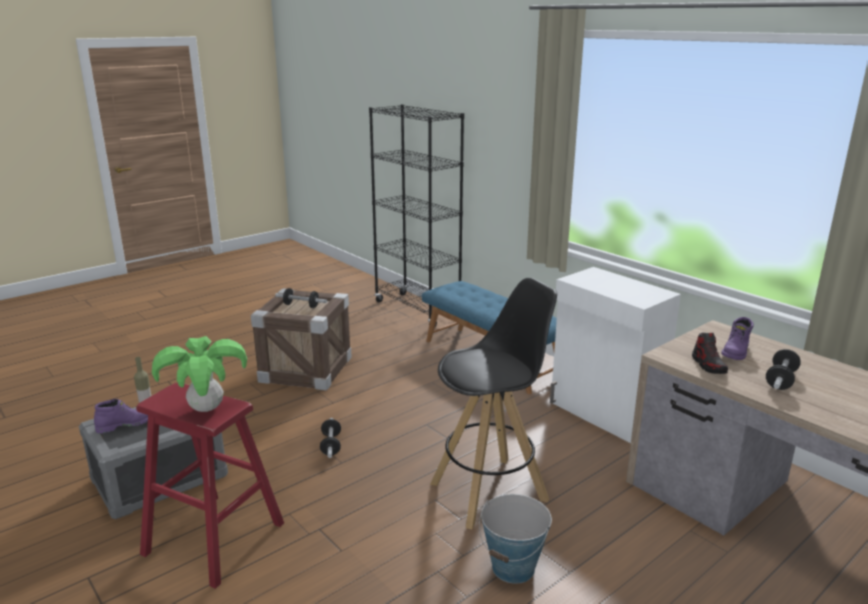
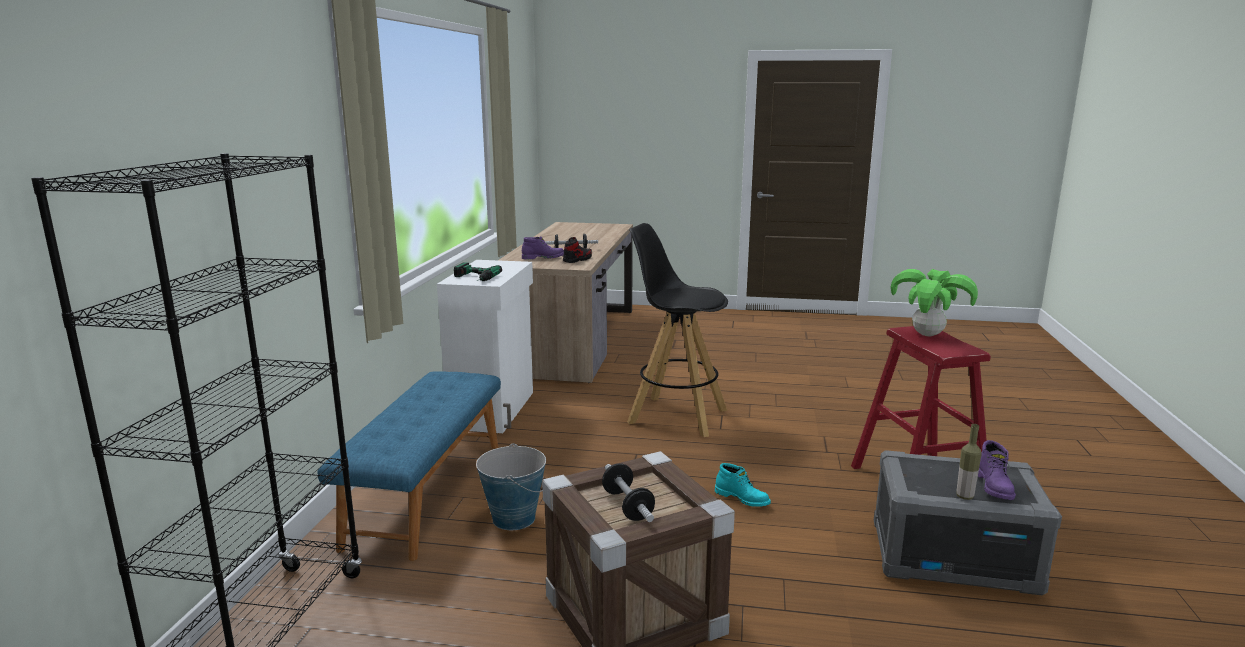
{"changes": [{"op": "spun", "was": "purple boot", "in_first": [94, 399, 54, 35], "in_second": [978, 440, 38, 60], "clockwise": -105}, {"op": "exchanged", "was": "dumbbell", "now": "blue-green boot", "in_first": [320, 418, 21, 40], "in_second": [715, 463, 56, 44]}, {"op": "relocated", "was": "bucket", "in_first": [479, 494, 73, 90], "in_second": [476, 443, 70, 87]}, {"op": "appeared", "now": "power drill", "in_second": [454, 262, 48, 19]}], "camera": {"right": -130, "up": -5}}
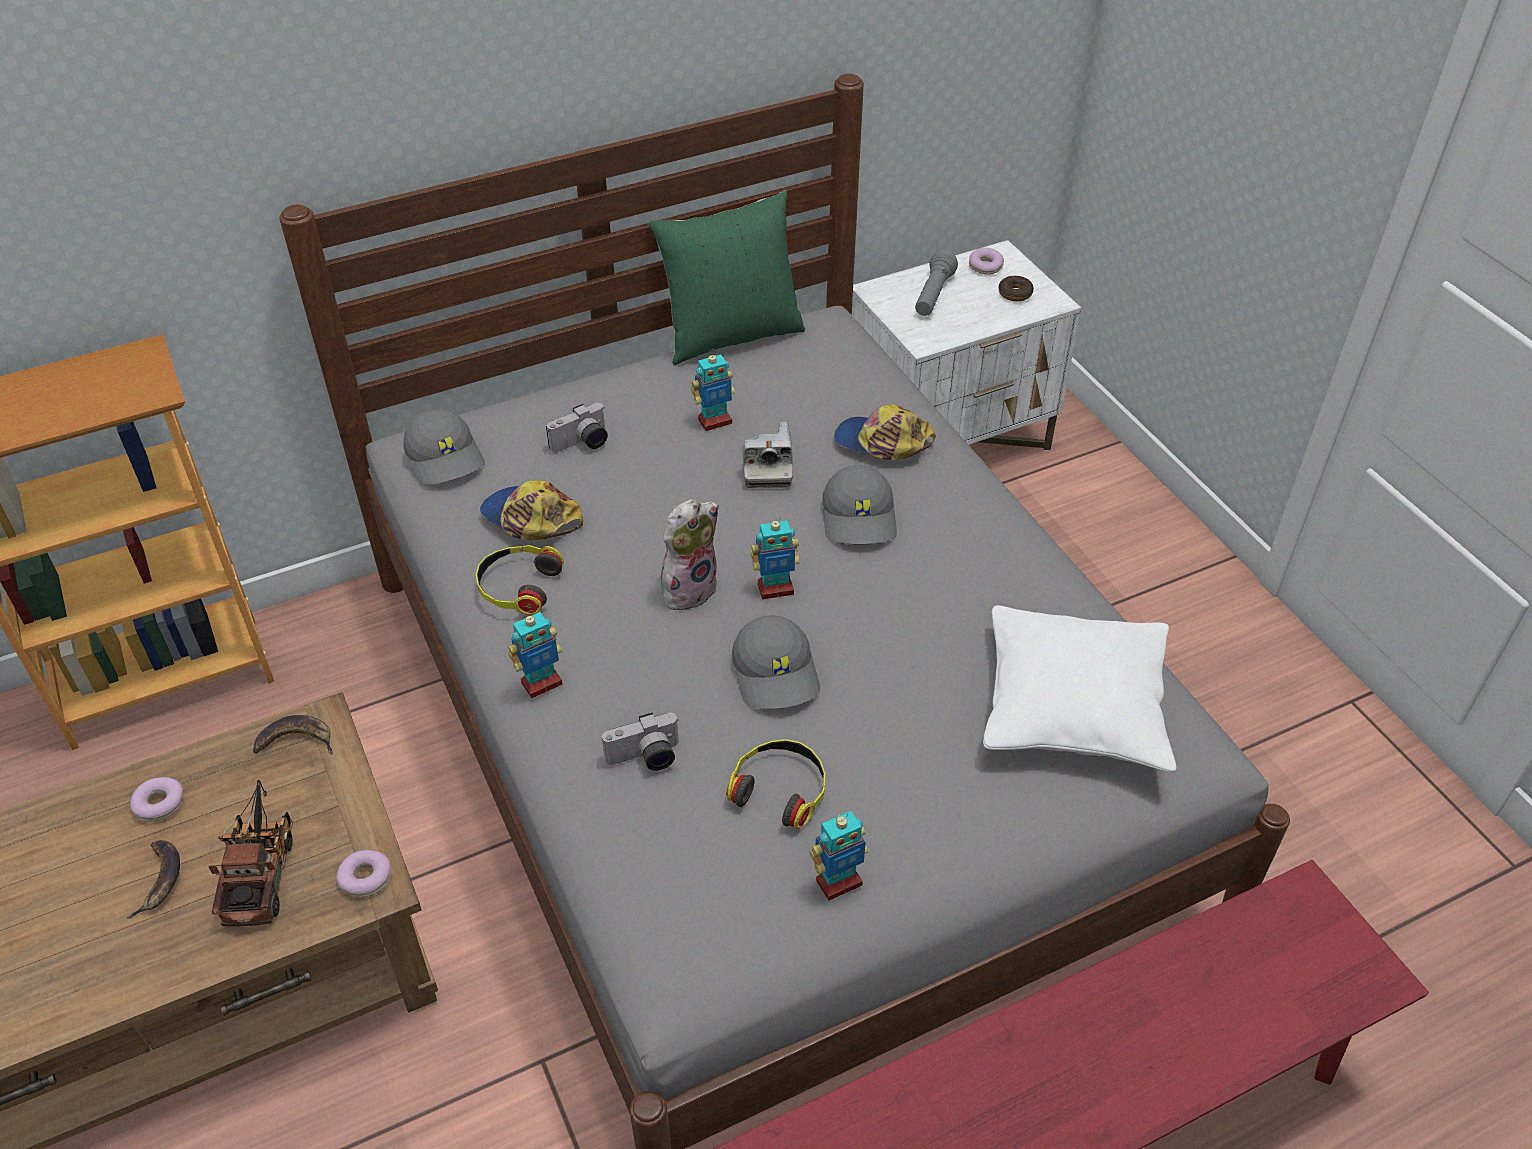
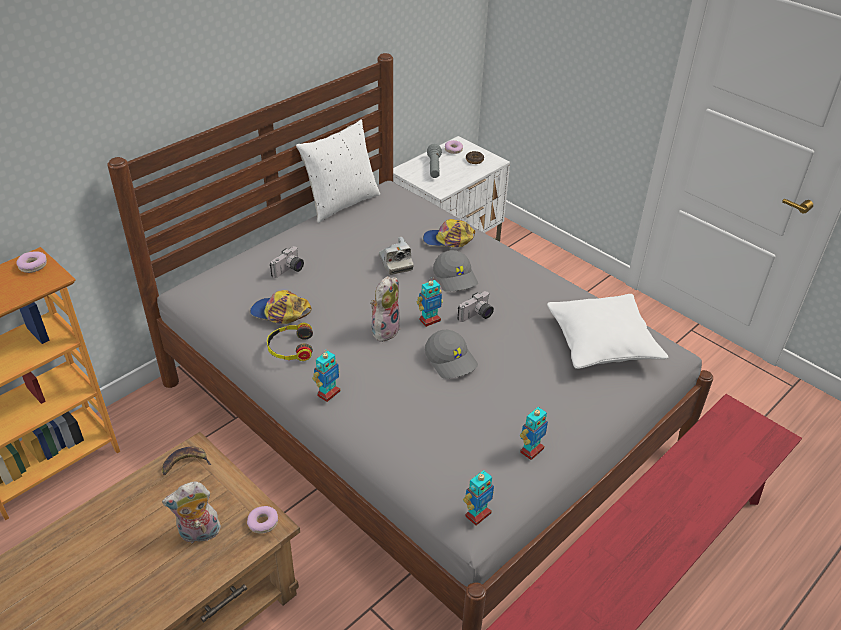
{"changes": [{"op": "colour", "was": "green-coloured throw pillow", "now": "white-coloured throw pillow", "in_first": [648, 190, 157, 175], "in_second": [296, 119, 84, 104]}, {"op": "relocated", "was": "toy robot", "in_first": [691, 349, 44, 82], "in_second": [463, 470, 31, 55]}, {"op": "missing", "was": "grey baseball cap", "in_first": [403, 409, 82, 76]}, {"op": "relocated", "was": "photo camera", "in_first": [602, 712, 77, 59], "in_second": [458, 291, 36, 31]}, {"op": "missing", "was": "pair of headphones", "in_first": [726, 739, 99, 90]}, {"op": "relocated", "was": "doughnut", "in_first": [130, 777, 54, 45], "in_second": [16, 251, 31, 22]}, {"op": "exchanged", "was": "toy truck", "now": "soft toy", "in_first": [208, 780, 85, 147], "in_second": [162, 481, 59, 63]}, {"op": "missing", "was": "banana fruit", "in_first": [127, 840, 53, 78]}], "camera": {"right": -20, "up": -5}}
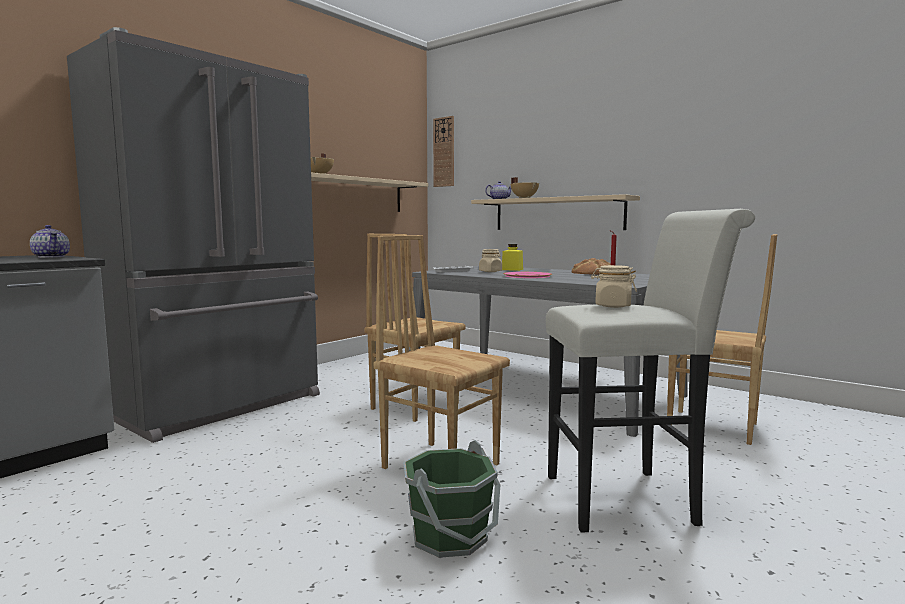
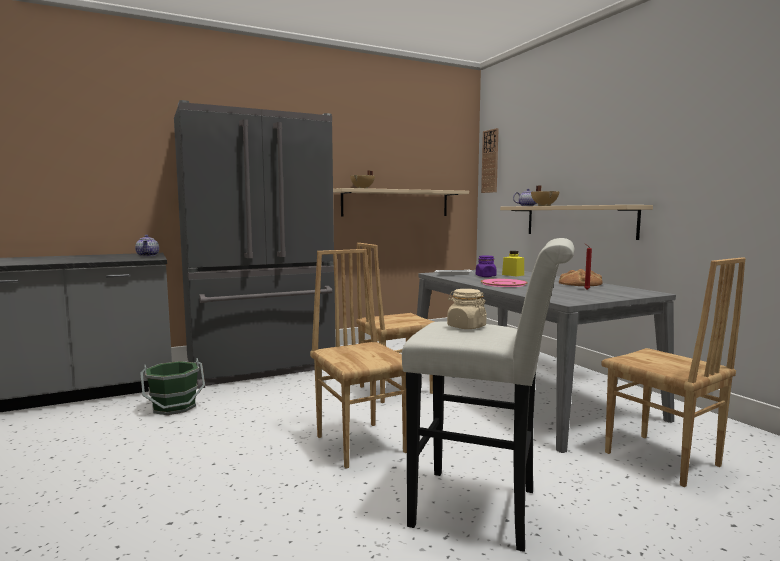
{"changes": [{"op": "colour", "was": "beige-coloured preserve jar", "now": "purple preserve jar", "in_first": [479, 249, 23, 23], "in_second": [476, 256, 21, 21]}, {"op": "relocated", "was": "green-coloured bucket", "in_first": [403, 440, 97, 118], "in_second": [140, 358, 65, 57]}], "camera": {"right": 25, "up": 0}}
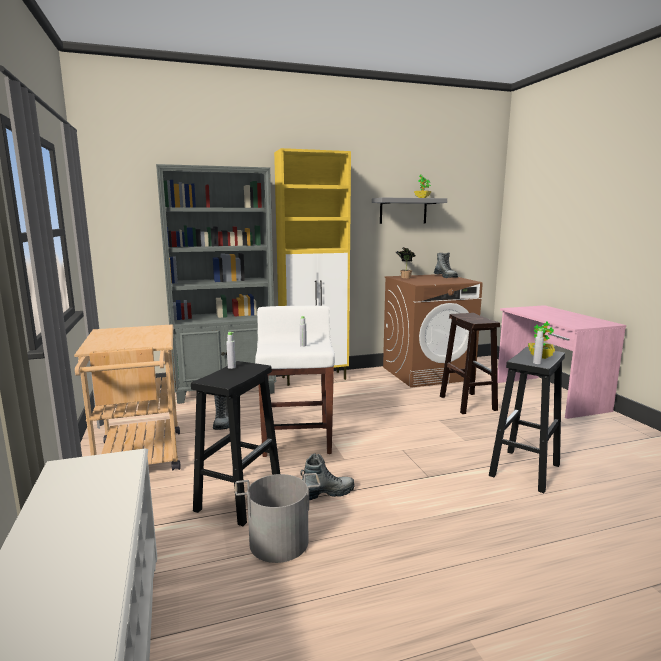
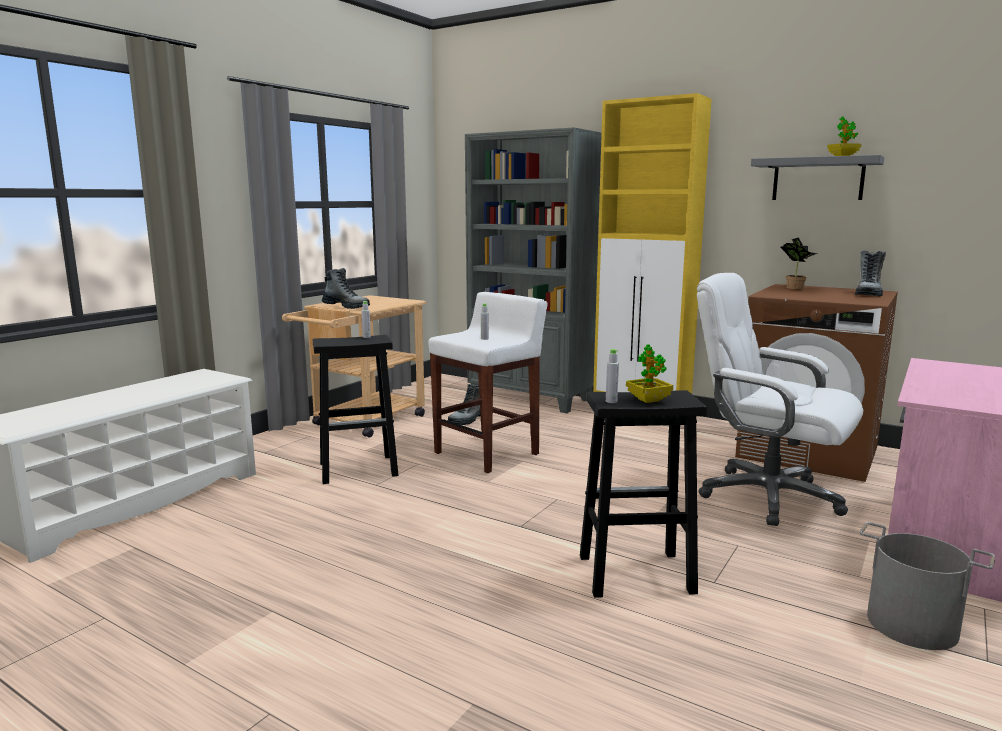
{"changes": [{"op": "exchanged", "was": "brownish stool seat", "now": "white-coloured desk chair", "in_first": [440, 313, 60, 101], "in_second": [697, 273, 166, 253]}, {"op": "relocated", "was": "boot", "in_first": [301, 454, 54, 46], "in_second": [322, 268, 48, 41]}, {"op": "relocated", "was": "grey bucket", "in_first": [235, 473, 86, 90], "in_second": [860, 522, 135, 128]}], "camera": {"right": 50, "up": 0}}
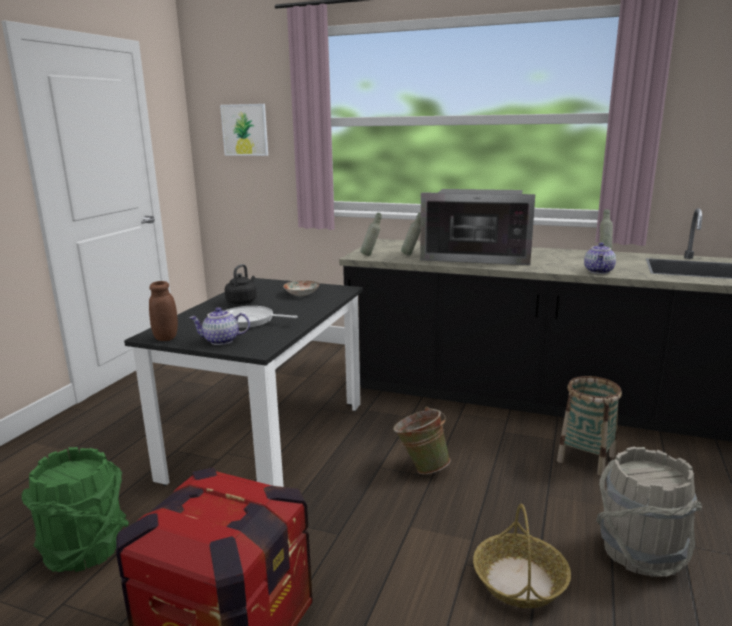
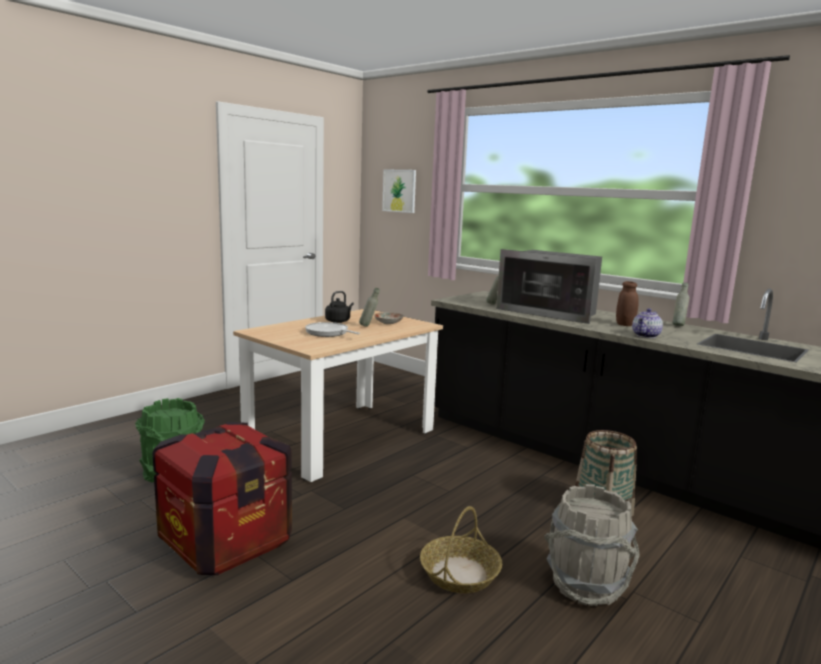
{"changes": [{"op": "relocated", "was": "grey beverage bottle", "in_first": [360, 213, 22, 43], "in_second": [359, 288, 21, 39]}, {"op": "colour", "was": "black-coloured dinner table", "now": "beige-coloured dinner table", "in_first": [124, 278, 239, 209], "in_second": [233, 309, 210, 173]}, {"op": "relocated", "was": "brownish preserve jar", "in_first": [149, 281, 29, 60], "in_second": [616, 281, 23, 45]}, {"op": "missing", "was": "pot for tea", "in_first": [189, 307, 61, 38]}, {"op": "missing", "was": "green-coloured bucket", "in_first": [393, 407, 57, 67]}], "camera": {"right": 20, "up": -5}}
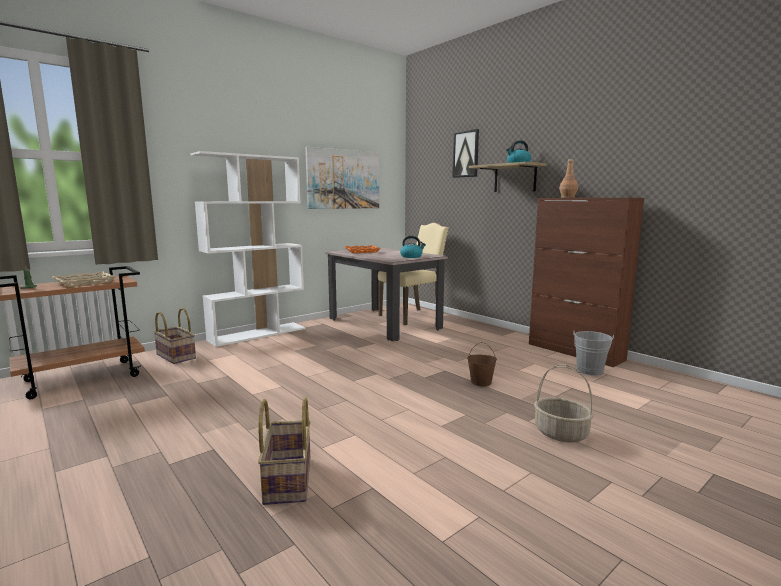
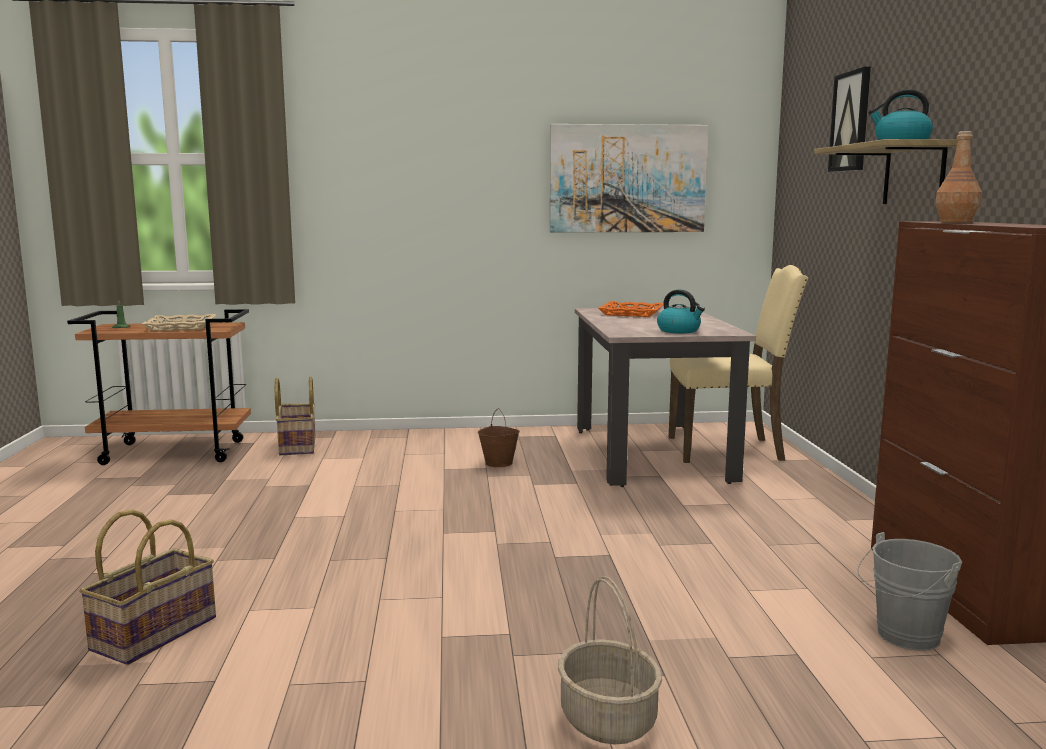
{"changes": [{"op": "missing", "was": "white-coloured bookshelf", "in_first": [191, 151, 114, 196]}, {"op": "relocated", "was": "brownish bucket", "in_first": [467, 342, 30, 44], "in_second": [478, 408, 42, 59]}], "camera": {"right": 35, "up": 0}}
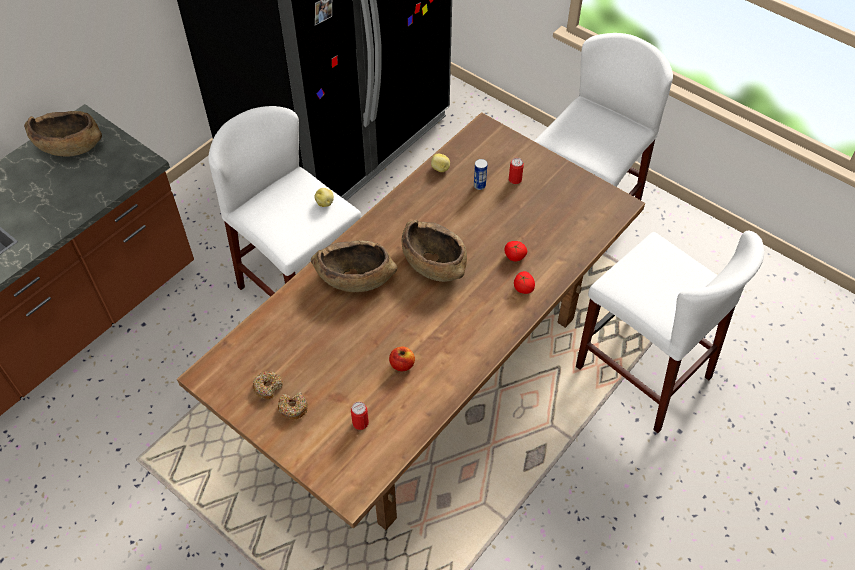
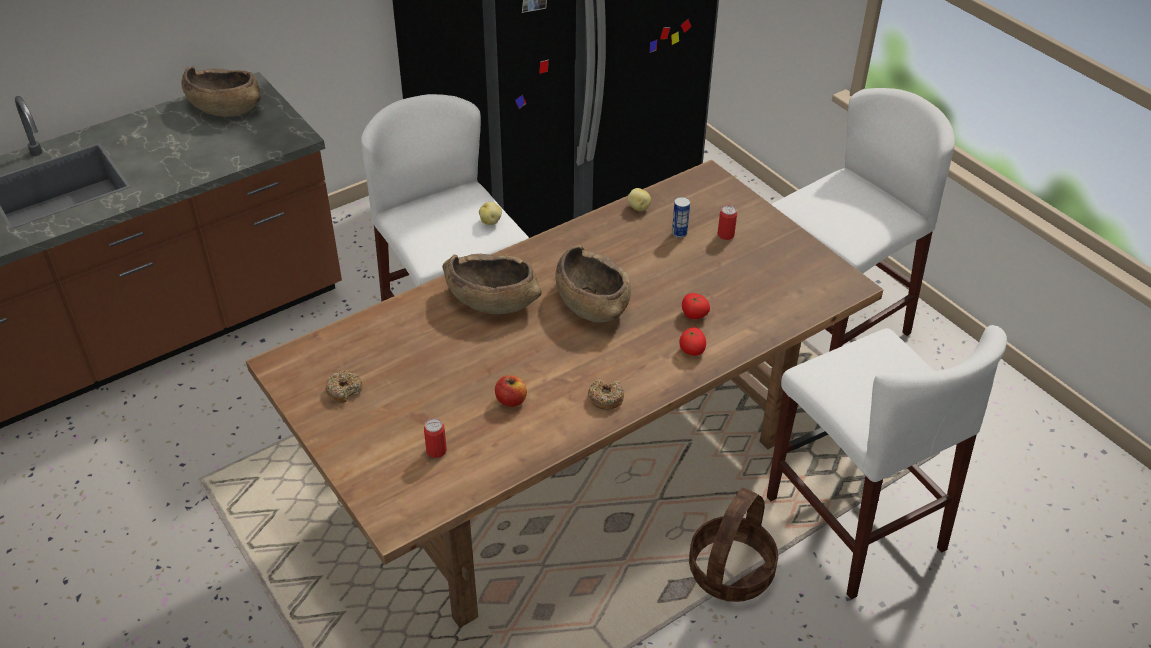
{"changes": [{"op": "relocated", "was": "doughnut", "in_first": [278, 392, 30, 28], "in_second": [588, 378, 36, 32]}, {"op": "appeared", "now": "storage basket", "in_second": [689, 488, 89, 114]}], "camera": {"right": 15, "up": -10}}
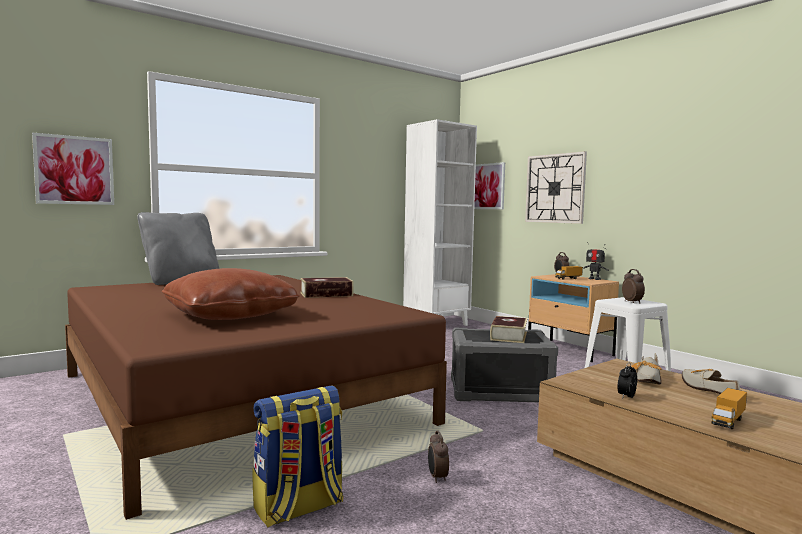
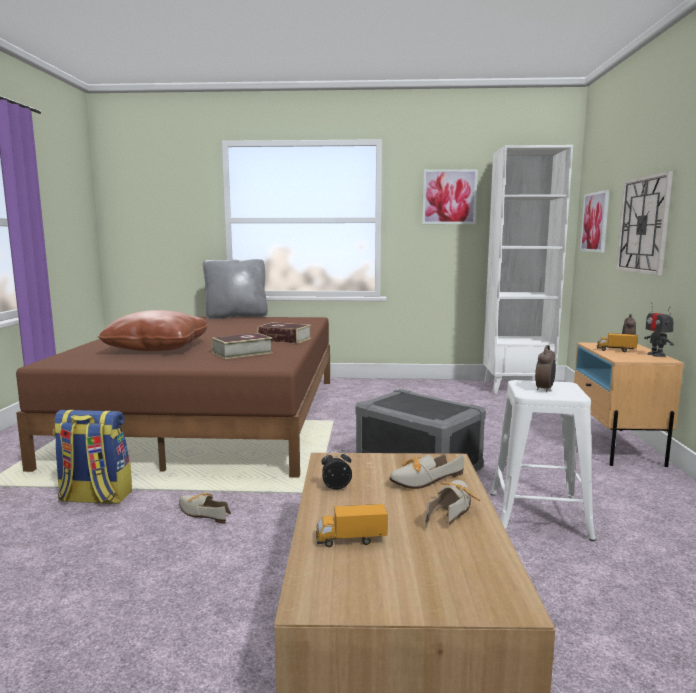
{"changes": [{"op": "relocated", "was": "picture", "in_first": [32, 132, 82, 73], "in_second": [422, 169, 56, 55]}, {"op": "relocated", "was": "volume", "in_first": [490, 316, 37, 27], "in_second": [211, 333, 62, 26]}, {"op": "exchanged", "was": "table clock", "now": "item of footwear", "in_first": [428, 431, 21, 52], "in_second": [179, 493, 52, 31]}], "camera": {"right": 40, "up": 5}}
